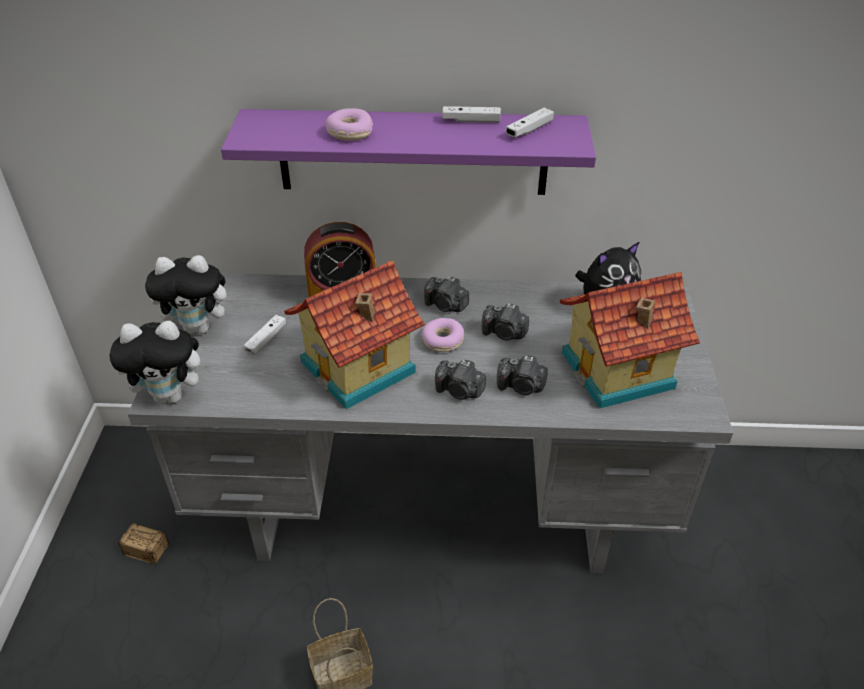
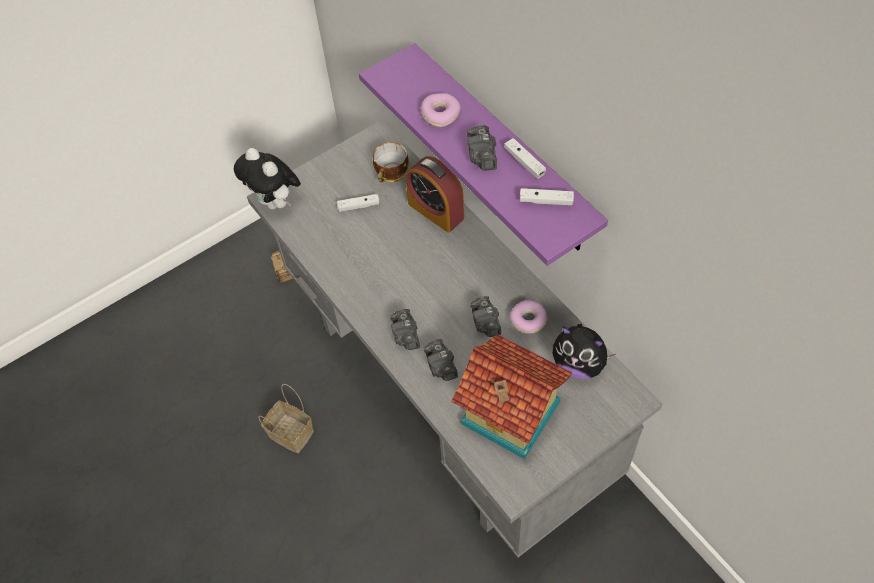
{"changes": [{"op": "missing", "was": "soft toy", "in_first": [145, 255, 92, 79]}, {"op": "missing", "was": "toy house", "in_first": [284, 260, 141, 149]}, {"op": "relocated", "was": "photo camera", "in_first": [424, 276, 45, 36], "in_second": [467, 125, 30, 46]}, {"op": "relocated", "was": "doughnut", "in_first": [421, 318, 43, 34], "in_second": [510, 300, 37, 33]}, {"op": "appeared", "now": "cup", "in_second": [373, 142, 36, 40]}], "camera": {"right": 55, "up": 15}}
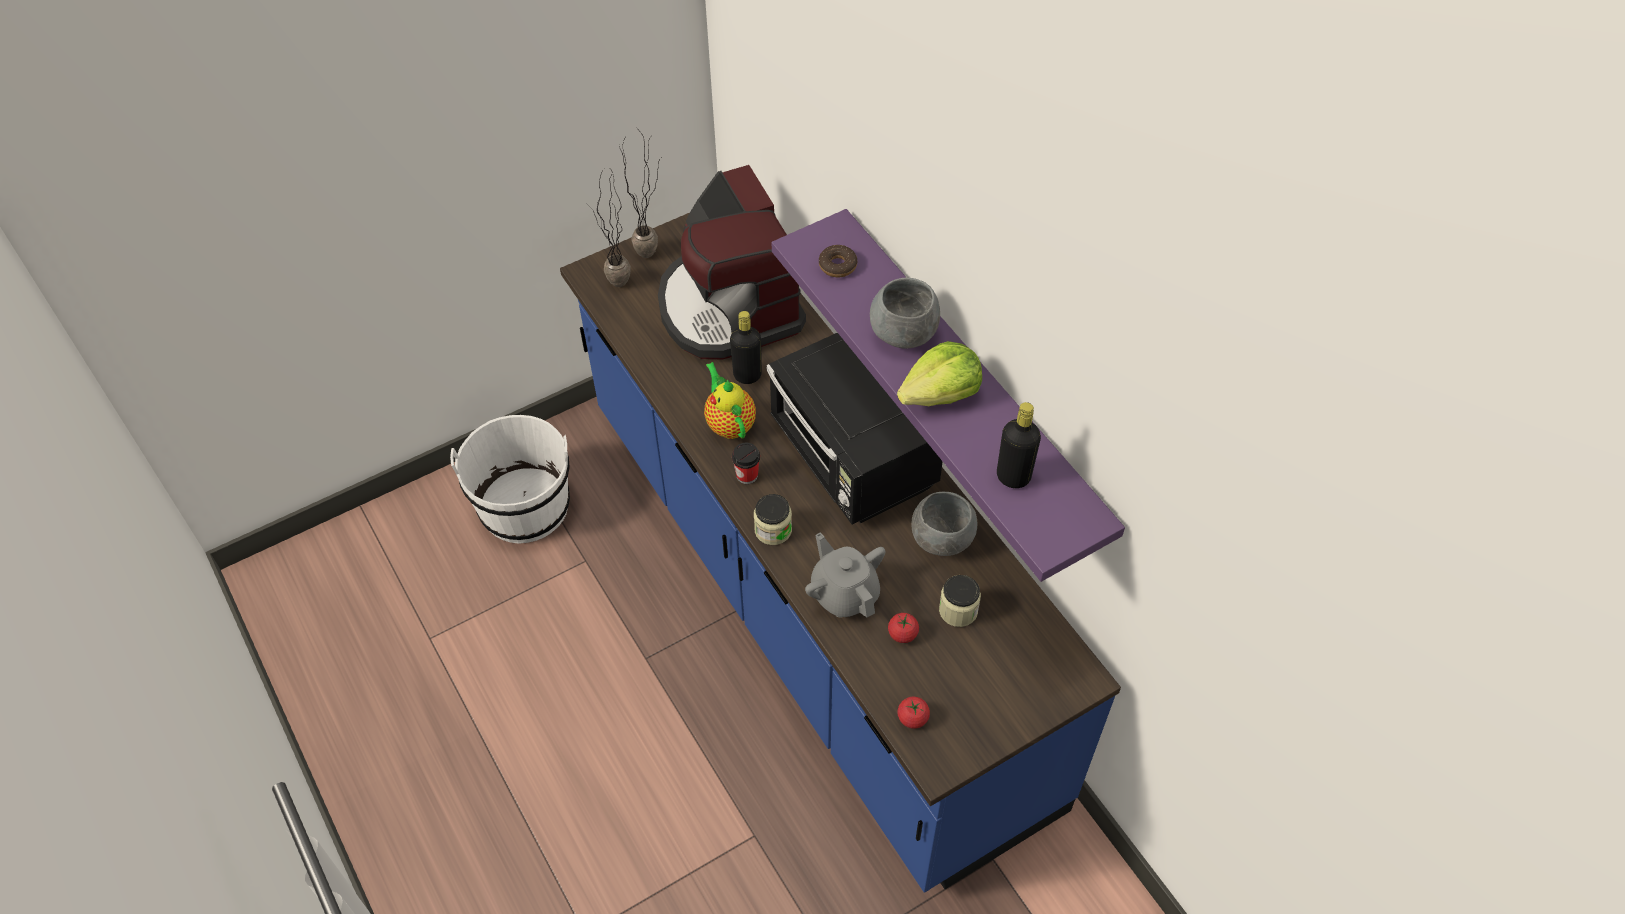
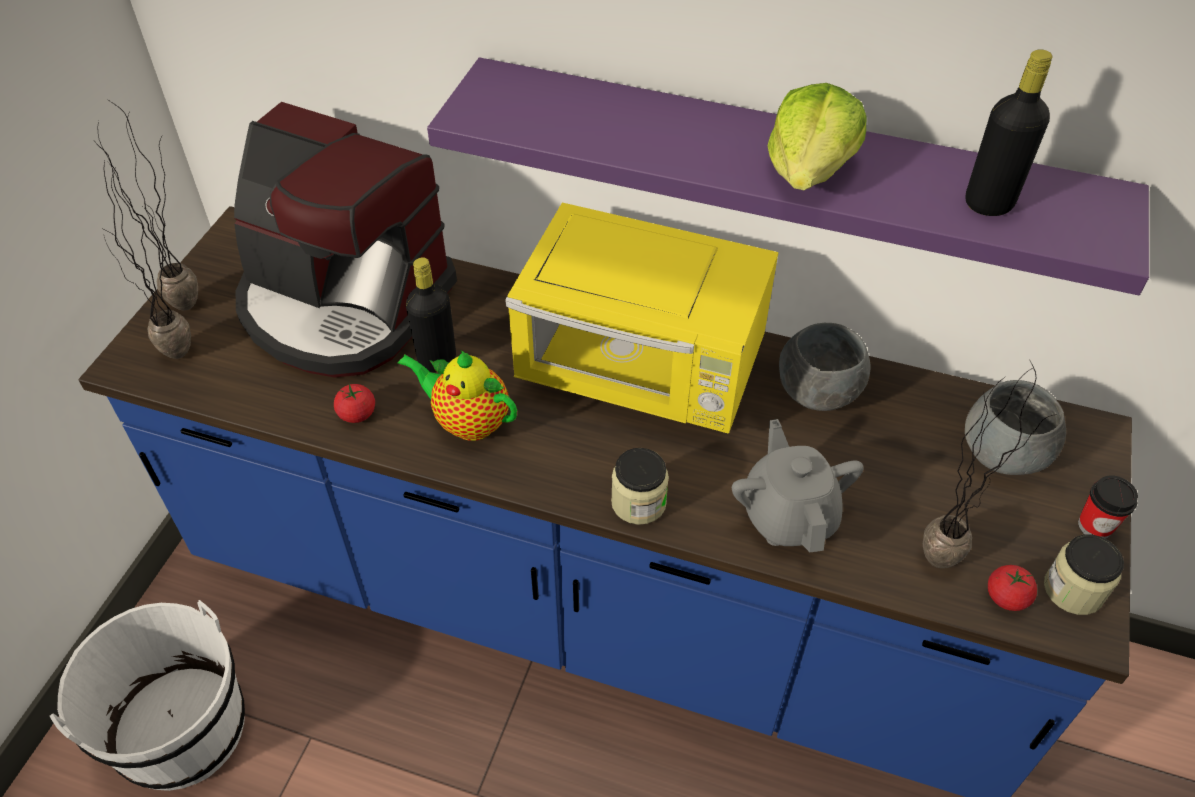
{"changes": [{"op": "missing", "was": "doughnut", "in_first": [819, 245, 38, 32]}, {"op": "relocated", "was": "grey bowl", "in_first": [870, 278, 70, 71], "in_second": [965, 380, 101, 95]}, {"op": "colour", "was": "black-coloured microwave oven", "now": "yellow-coloured microwave oven", "in_first": [767, 333, 176, 191], "in_second": [505, 202, 274, 231]}, {"op": "relocated", "was": "cup", "in_first": [732, 443, 28, 41], "in_second": [1078, 476, 60, 63]}, {"op": "spun", "was": "grey pot for tea", "in_first": [805, 532, 80, 86], "in_second": [732, 419, 132, 133], "clockwise": 60}, {"op": "relocated", "was": "preserve jar", "in_first": [939, 575, 42, 52], "in_second": [1044, 535, 80, 80]}, {"op": "relocated", "was": "tomato", "in_first": [888, 613, 31, 30], "in_second": [334, 384, 41, 39]}, {"op": "appeared", "now": "plant in a pot", "in_second": [923, 359, 134, 209]}], "camera": {"right": -40, "up": -5}}
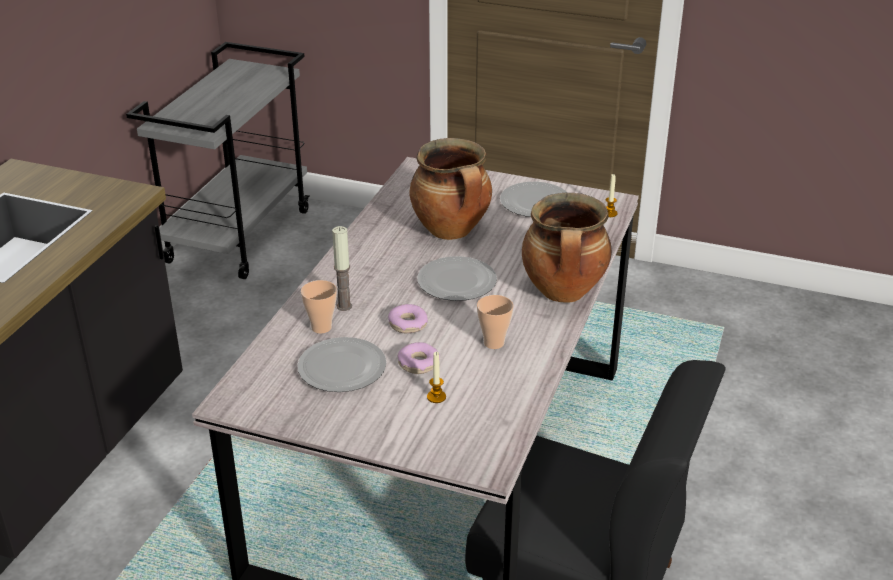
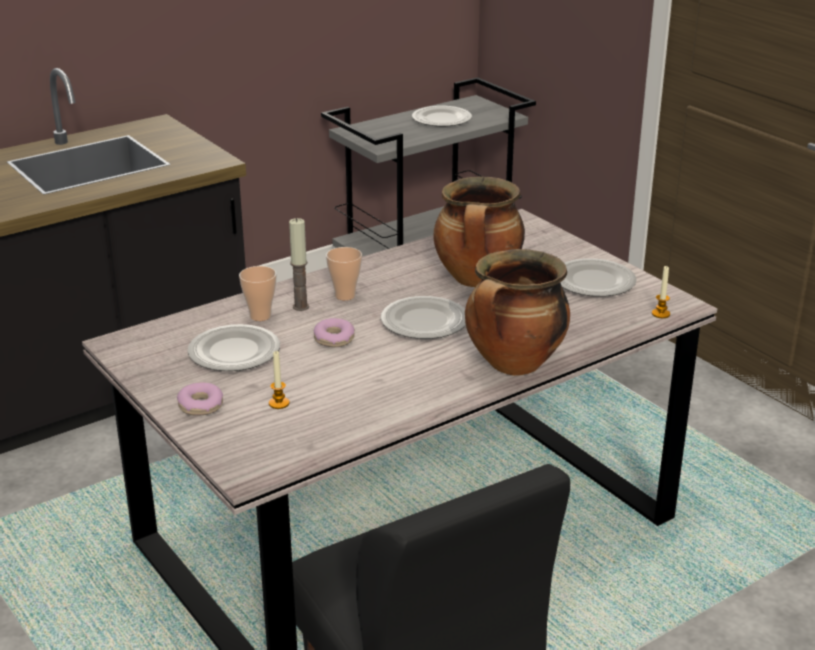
{"changes": [{"op": "relocated", "was": "cup", "in_first": [477, 295, 37, 54], "in_second": [326, 247, 36, 53]}, {"op": "relocated", "was": "doughnut", "in_first": [398, 342, 42, 32], "in_second": [177, 382, 46, 34]}, {"op": "appeared", "now": "plate", "in_second": [412, 106, 60, 21]}], "camera": {"right": 35, "up": -5}}
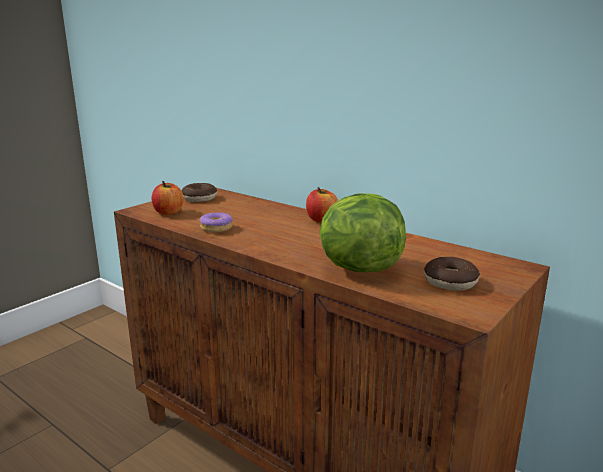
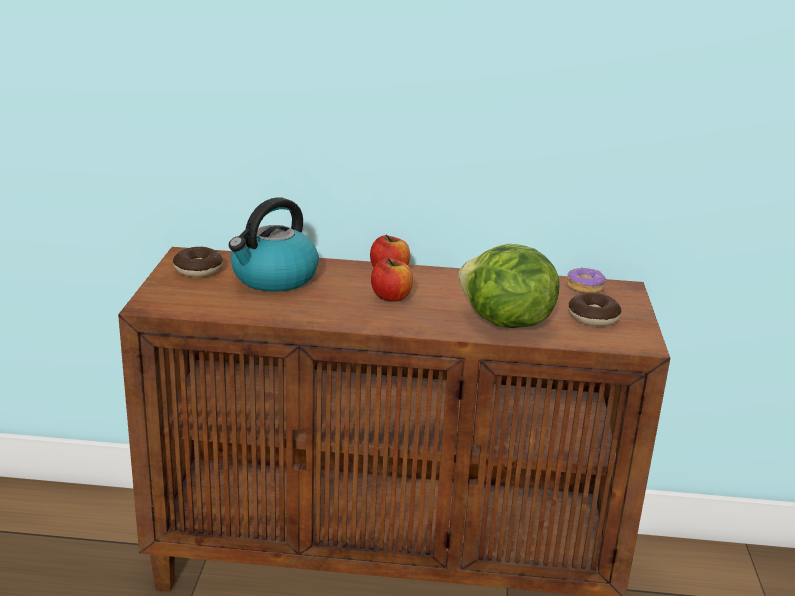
{"changes": [{"op": "relocated", "was": "whole apple", "in_first": [152, 181, 31, 34], "in_second": [371, 258, 42, 44]}, {"op": "relocated", "was": "doughnut", "in_first": [200, 212, 33, 21], "in_second": [566, 268, 40, 25]}, {"op": "appeared", "now": "tea kettle", "in_second": [229, 197, 90, 95]}], "camera": {"right": -35, "up": 5}}
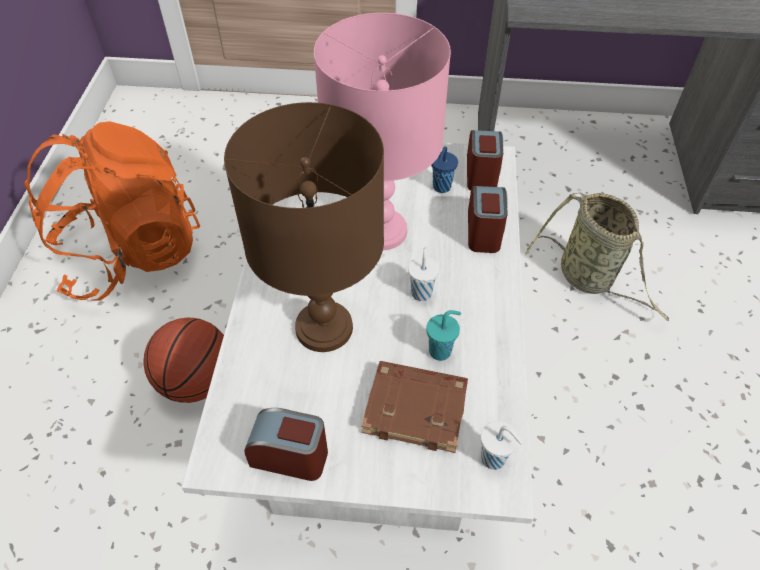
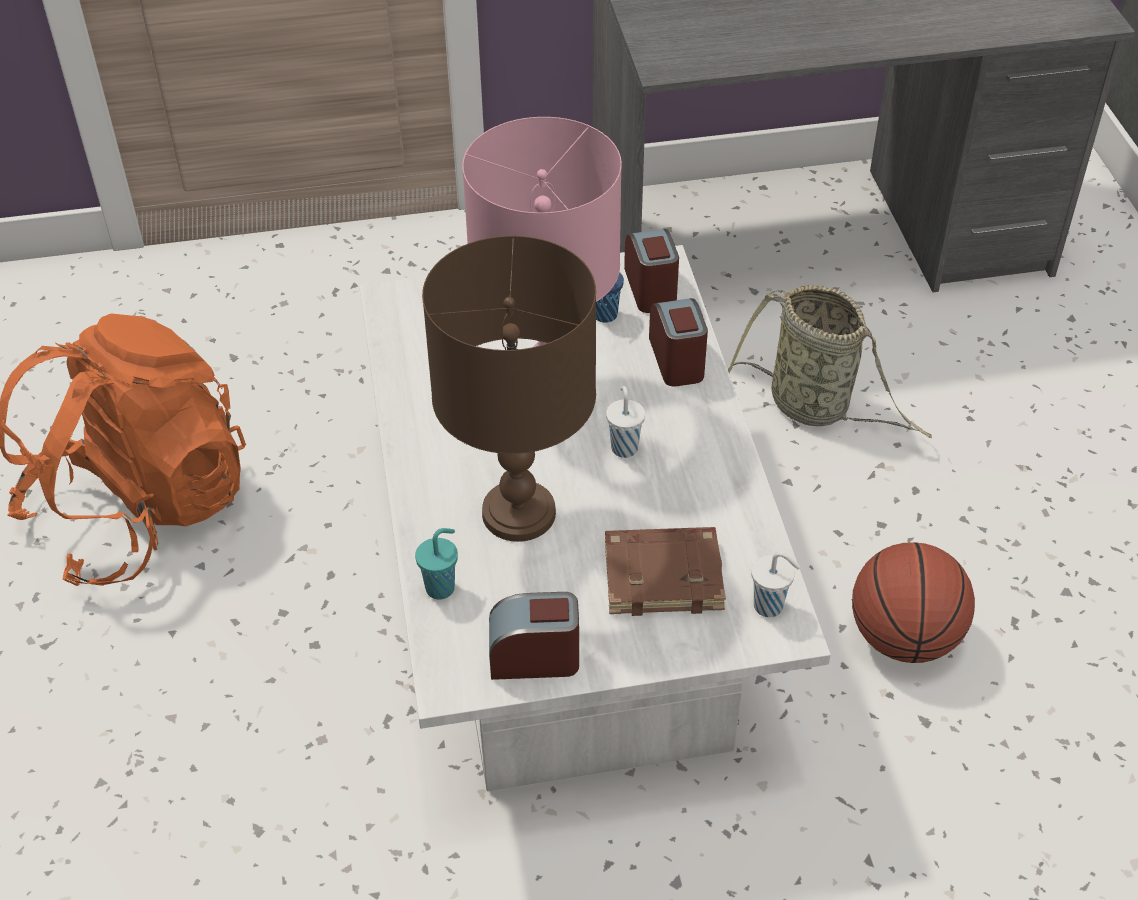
{"changes": [{"op": "relocated", "was": "blue-green cup", "in_first": [426, 310, 35, 51], "in_second": [415, 528, 43, 72]}, {"op": "relocated", "was": "basketball", "in_first": [144, 318, 80, 85], "in_second": [852, 542, 123, 121]}], "camera": {"right": -15, "up": -5}}
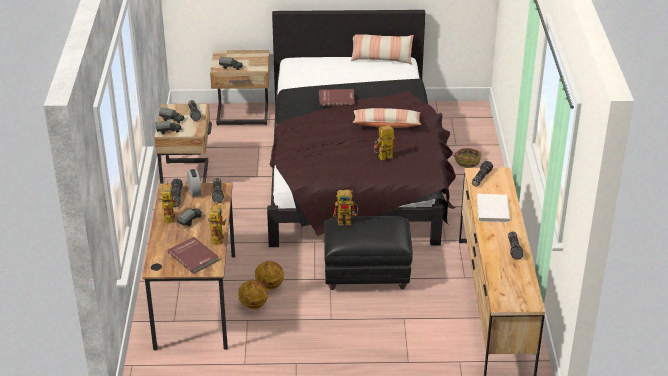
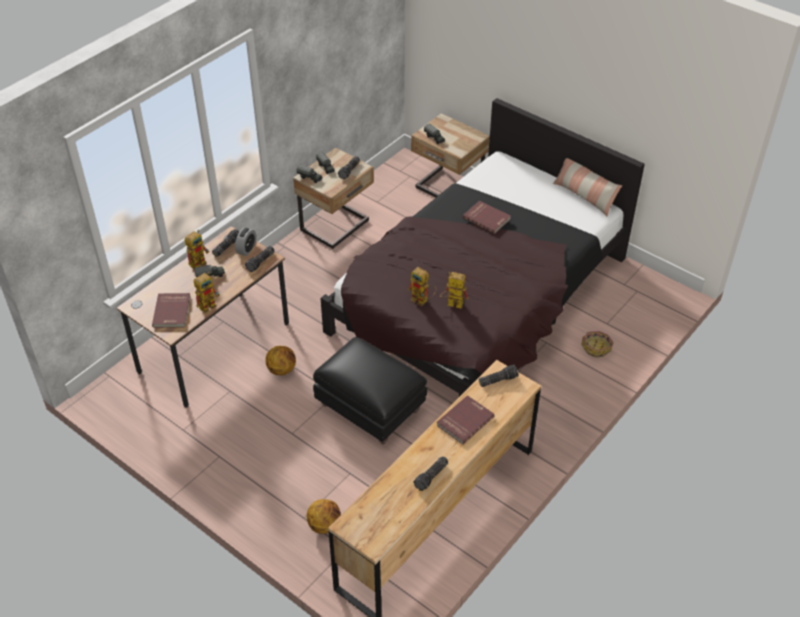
{"changes": [{"op": "missing", "was": "throw pillow", "in_first": [353, 108, 68, 20]}, {"op": "relocated", "was": "toy robot", "in_first": [333, 190, 25, 35], "in_second": [408, 267, 29, 39]}, {"op": "colour", "was": "white-coloured volume", "now": "reddish volume", "in_first": [477, 194, 33, 29], "in_second": [436, 395, 59, 49]}, {"op": "relocated", "was": "basketball", "in_first": [238, 280, 30, 30], "in_second": [307, 499, 34, 35]}], "camera": {"right": 40, "up": 10}}
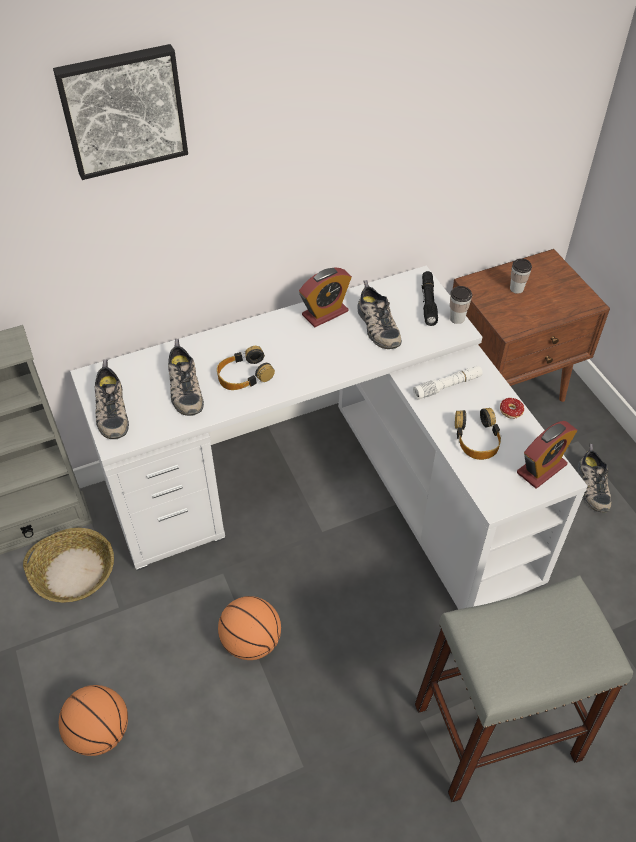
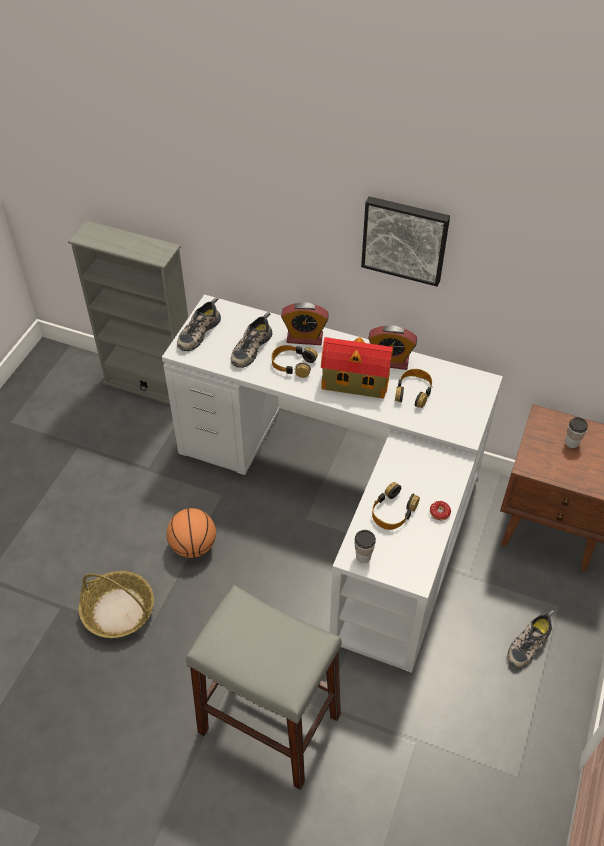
{"changes": [{"op": "relocated", "was": "picture", "in_first": [53, 44, 135, 136], "in_second": [361, 196, 89, 91]}, {"op": "missing", "was": "black-coloured flashlight", "in_first": [422, 271, 16, 55]}, {"op": "exchanged", "was": "item of footwear", "now": "pair of headphones", "in_first": [357, 280, 45, 69], "in_second": [395, 369, 38, 39]}, {"op": "relocated", "was": "cup", "in_first": [450, 286, 22, 38], "in_second": [354, 530, 22, 33]}, {"op": "missing", "was": "white-coloured flashlight", "in_first": [413, 366, 70, 33]}, {"op": "relocated", "was": "table clock", "in_first": [517, 421, 60, 67], "in_second": [281, 302, 48, 43]}, {"op": "relocated", "was": "storage basket", "in_first": [23, 528, 91, 75], "in_second": [78, 571, 76, 67]}, {"op": "missing", "was": "basketball", "in_first": [59, 685, 69, 71]}, {"op": "appeared", "now": "toy house", "in_second": [321, 337, 72, 62]}], "camera": {"right": 45, "up": 0}}
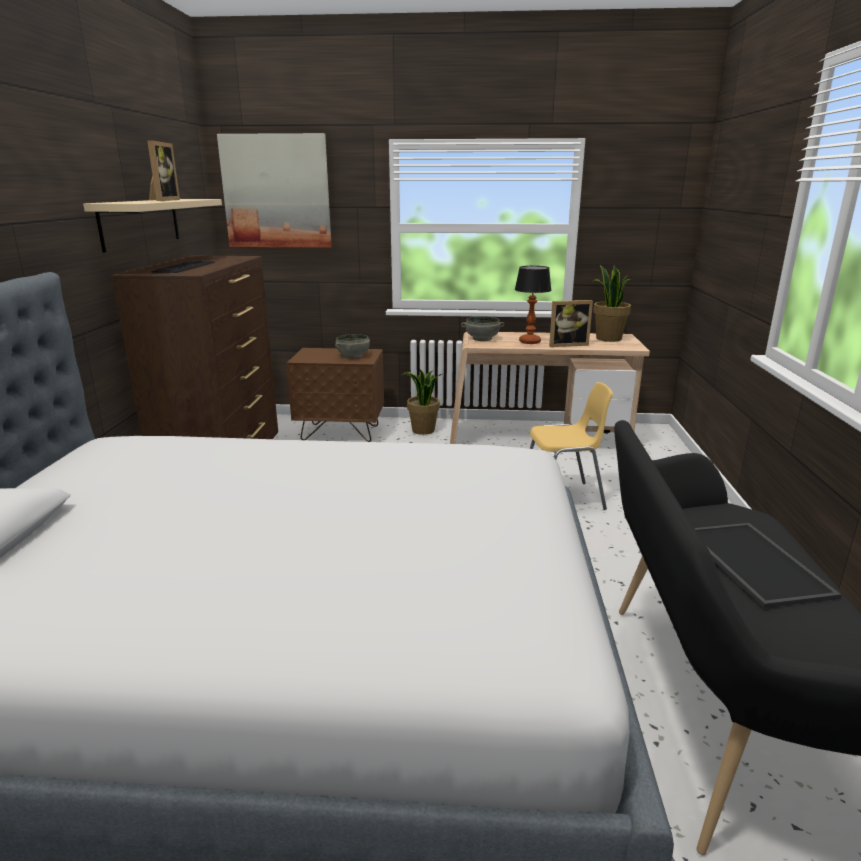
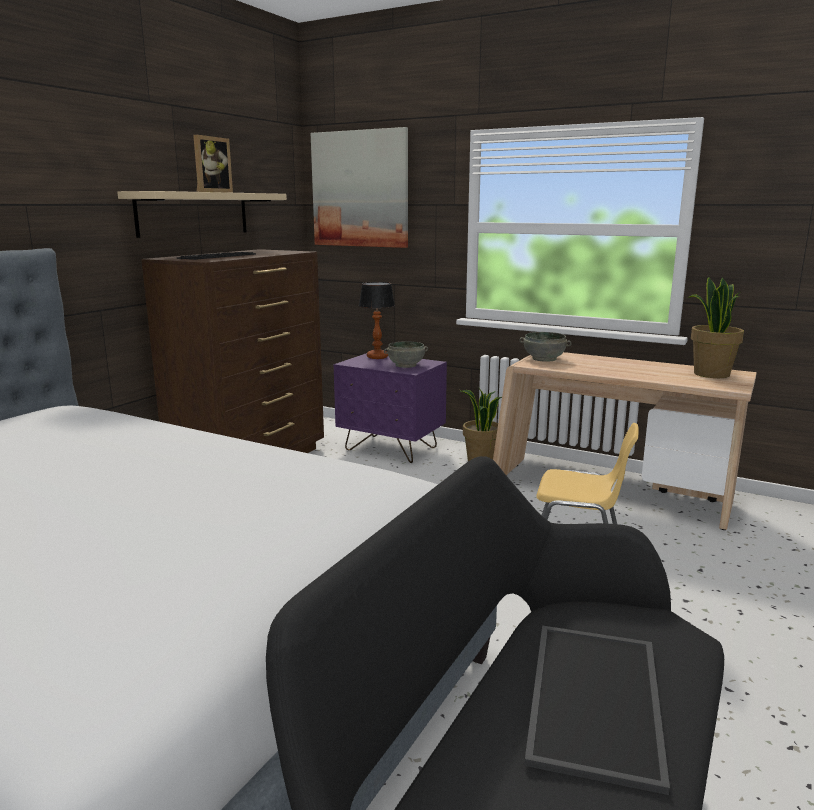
{"changes": [{"op": "relocated", "was": "lamp for a table", "in_first": [515, 266, 36, 78], "in_second": [359, 282, 36, 77]}, {"op": "missing", "was": "photo frame", "in_first": [549, 300, 44, 47]}, {"op": "colour", "was": "brownish night table", "now": "purple night table", "in_first": [286, 348, 98, 94], "in_second": [334, 353, 113, 110]}], "camera": {"right": 25, "up": -5}}
